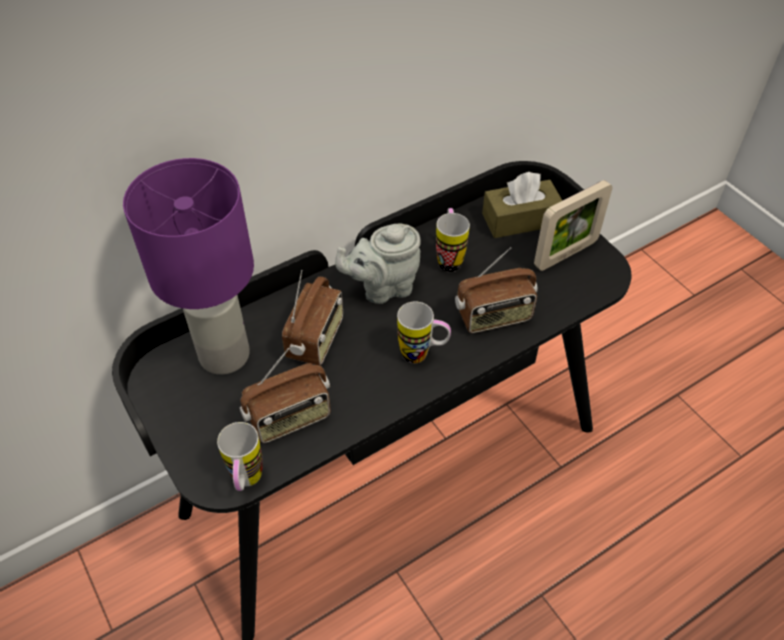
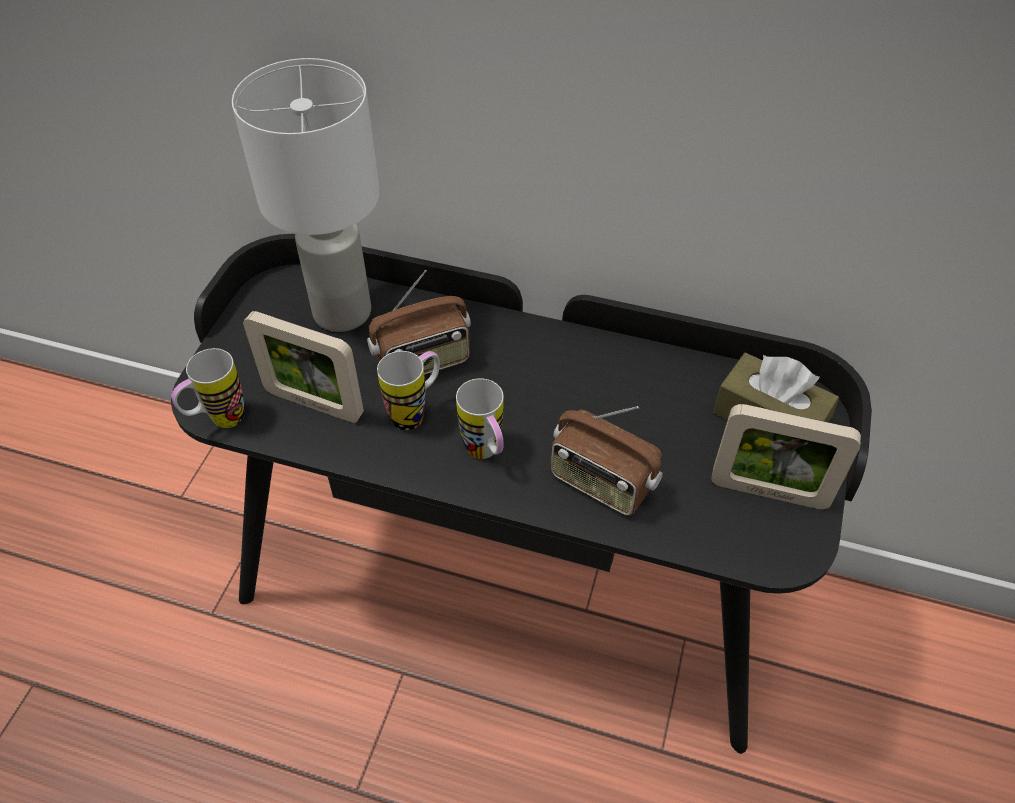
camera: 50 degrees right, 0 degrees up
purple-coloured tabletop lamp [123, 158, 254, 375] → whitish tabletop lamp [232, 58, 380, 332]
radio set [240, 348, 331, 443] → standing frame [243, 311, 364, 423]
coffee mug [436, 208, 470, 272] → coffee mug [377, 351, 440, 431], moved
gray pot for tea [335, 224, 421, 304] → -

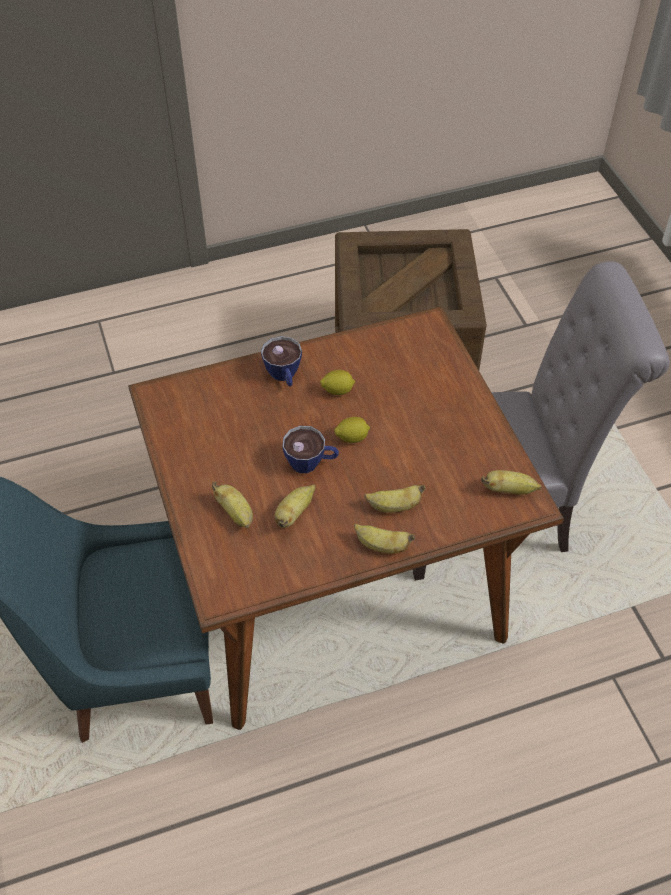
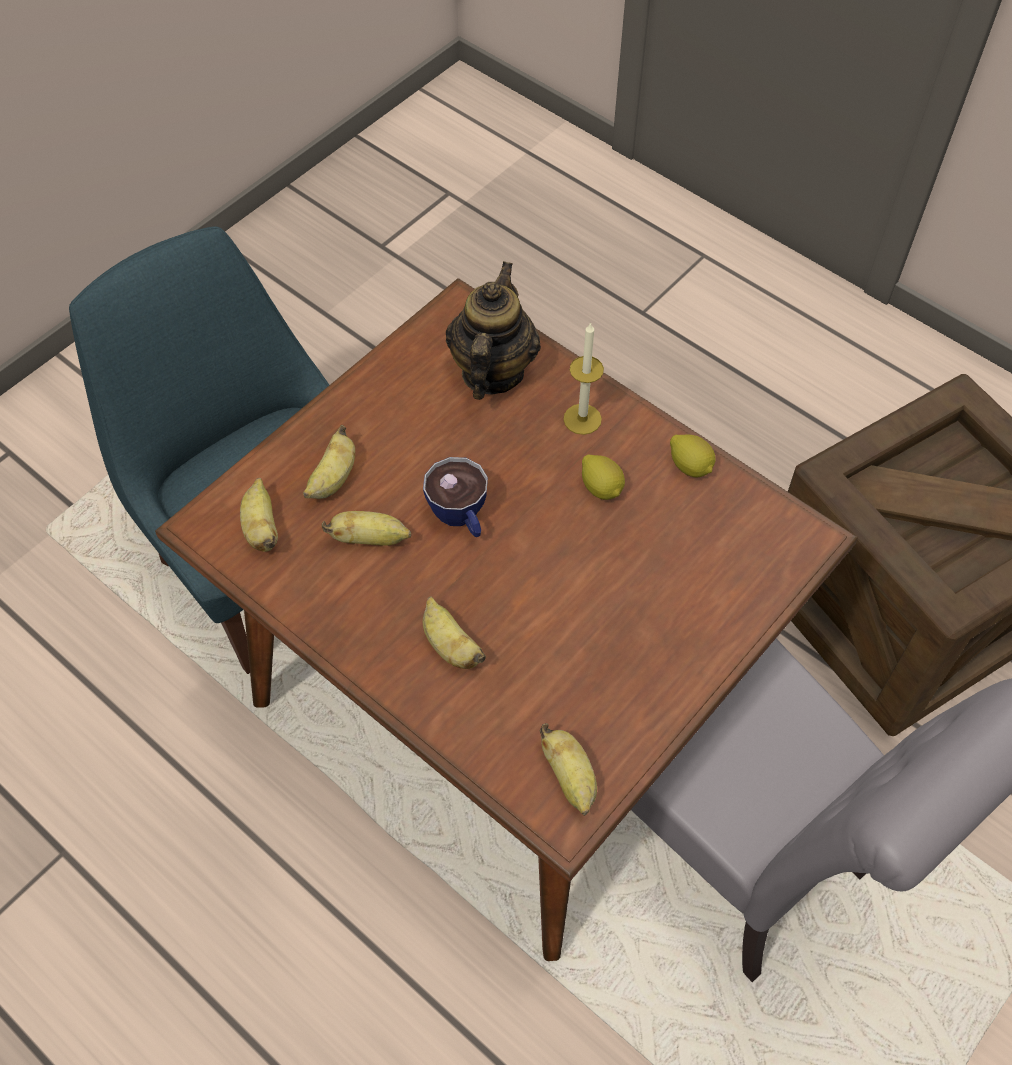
camera: 60 degrees right, 5 degrees up
whole banana [354, 524, 415, 554] → whole banana [240, 478, 278, 552], moved
- → pot for tea [446, 261, 541, 400]
drinking cup [261, 336, 302, 387] → wax light [563, 322, 604, 435]
whole lemon [334, 417, 370, 443] → whole lemon [670, 435, 716, 477], moved

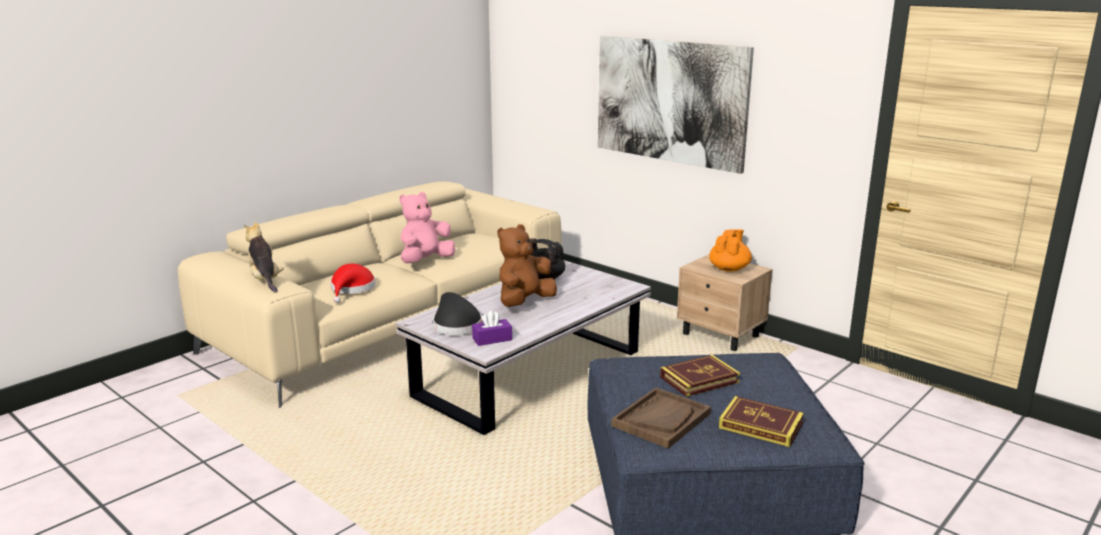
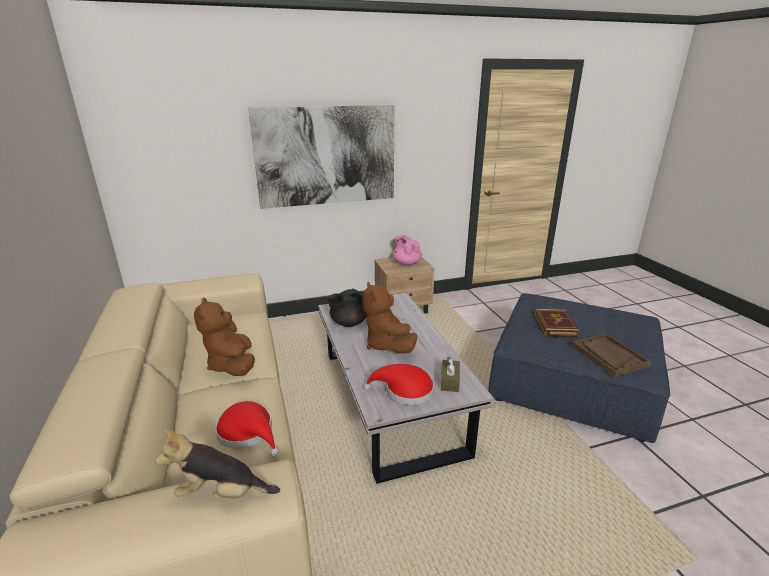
camera: 60 degrees left, 5 degrees up
pink soft toy [399, 192, 455, 263] → brownish soft toy [194, 297, 255, 376]
black wearable hat [433, 292, 482, 335] → reddish wearable hat [364, 364, 434, 405]
orangey pot for tea [709, 229, 752, 272] → pink pot for tea [393, 235, 422, 266]
purple-coloured tissue box [472, 310, 512, 346] → brownish tissue box [441, 357, 460, 392]
volume [719, 396, 804, 447] → -

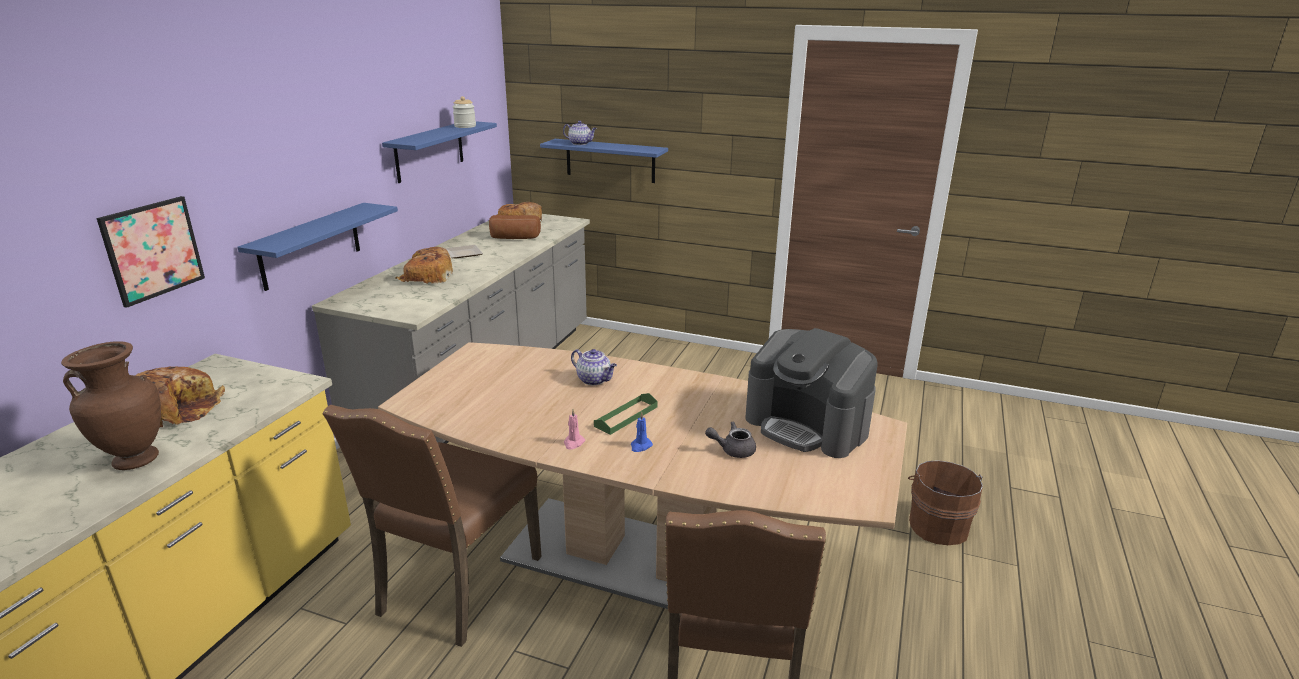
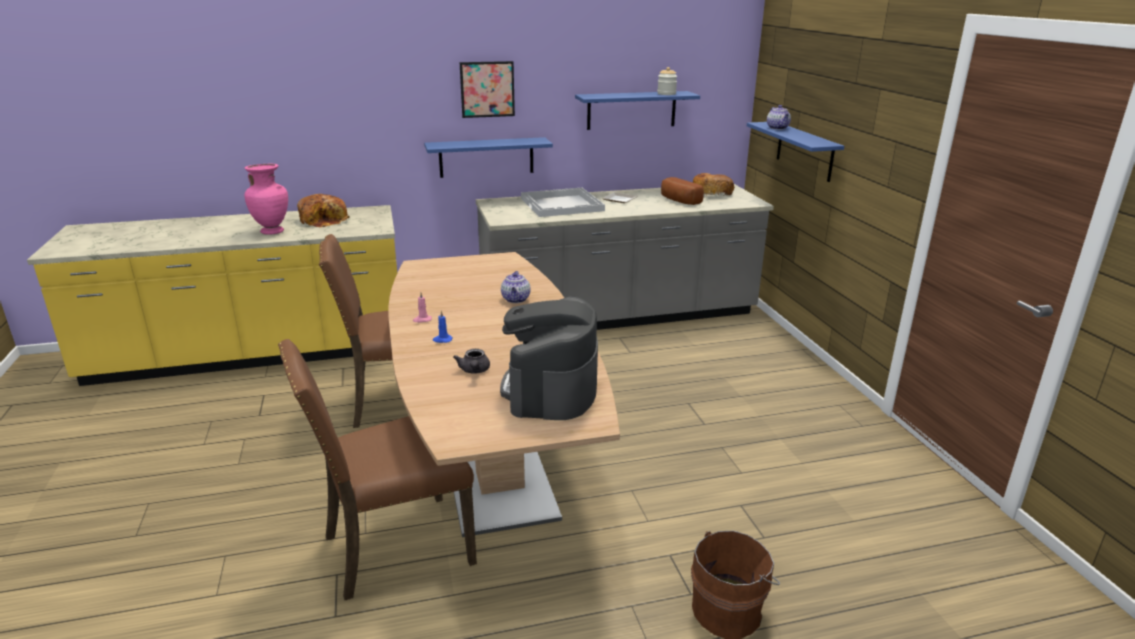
camera: 55 degrees right, 0 degrees up
brownish flower vase [61, 341, 161, 470] → pink flower vase [244, 164, 288, 235]
gray pot for tea [705, 421, 756, 458] → gray pot for tea [453, 349, 490, 373], 150 degrees counterclockwise
picture [96, 196, 205, 308] → picture [460, 61, 515, 118], moved
bakery bread [396, 247, 453, 284] → whitish serving tray [521, 188, 605, 217]
greenish serving tray [594, 393, 658, 435] → -

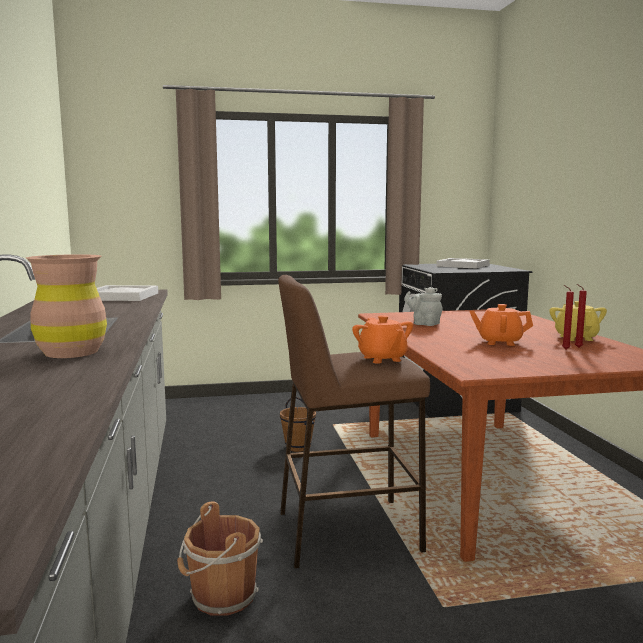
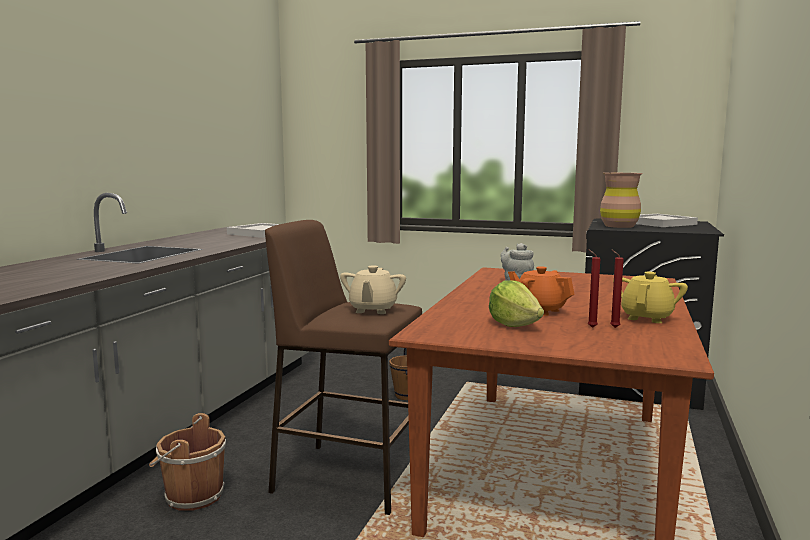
camera: 30 degrees right, 0 degrees up
orangey pot for tea [352, 315, 413, 364] → beige pot for tea [340, 265, 406, 314]
- → head of lettuce [489, 280, 544, 327]
brownish flower vase [26, 254, 107, 358] → brownish flower vase [600, 173, 643, 228], moved

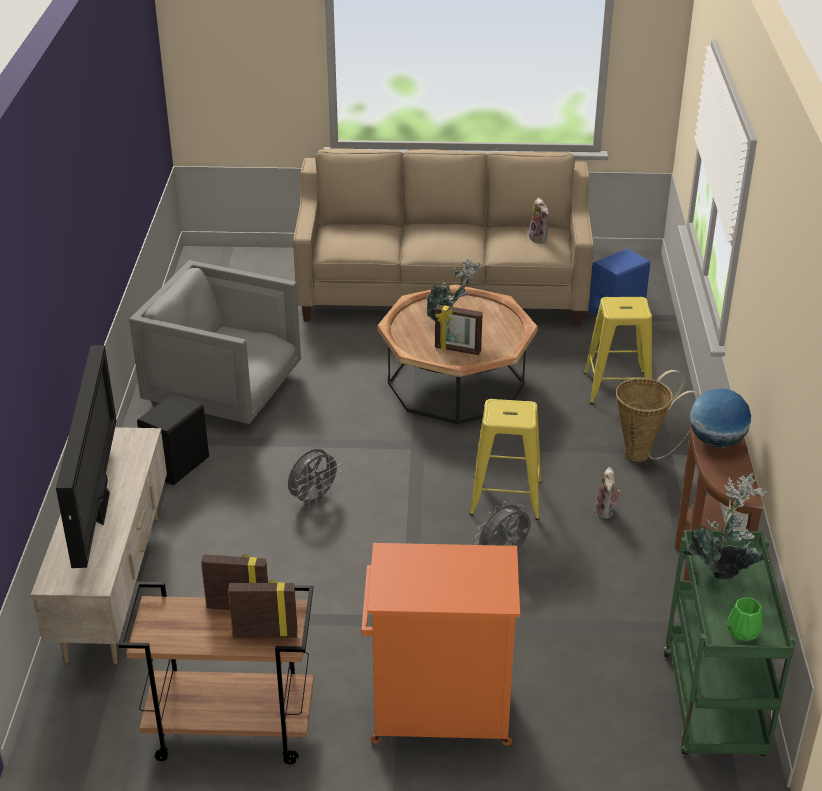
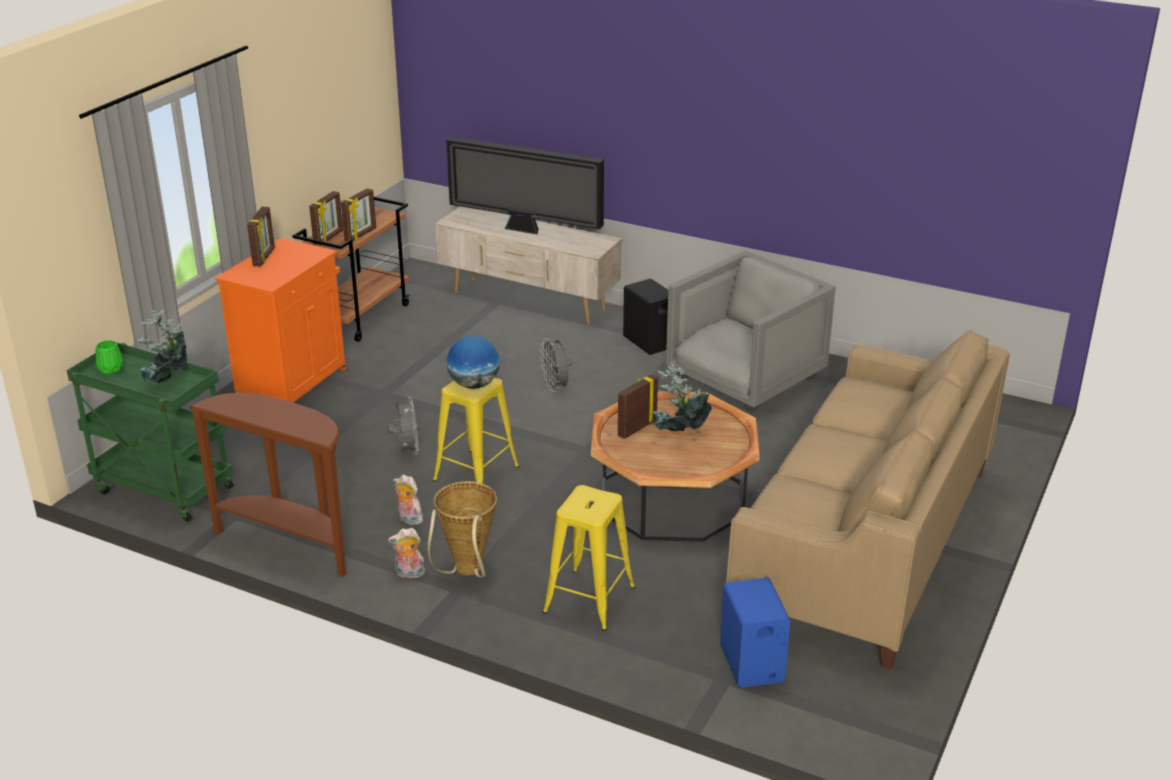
camera: 115 degrees right, 5 degrees down
- → standing frame [247, 207, 275, 267]
soft toy [527, 198, 549, 243] → soft toy [388, 528, 425, 578], moved
desk globe [690, 388, 751, 448] → desk globe [446, 336, 500, 389], moved

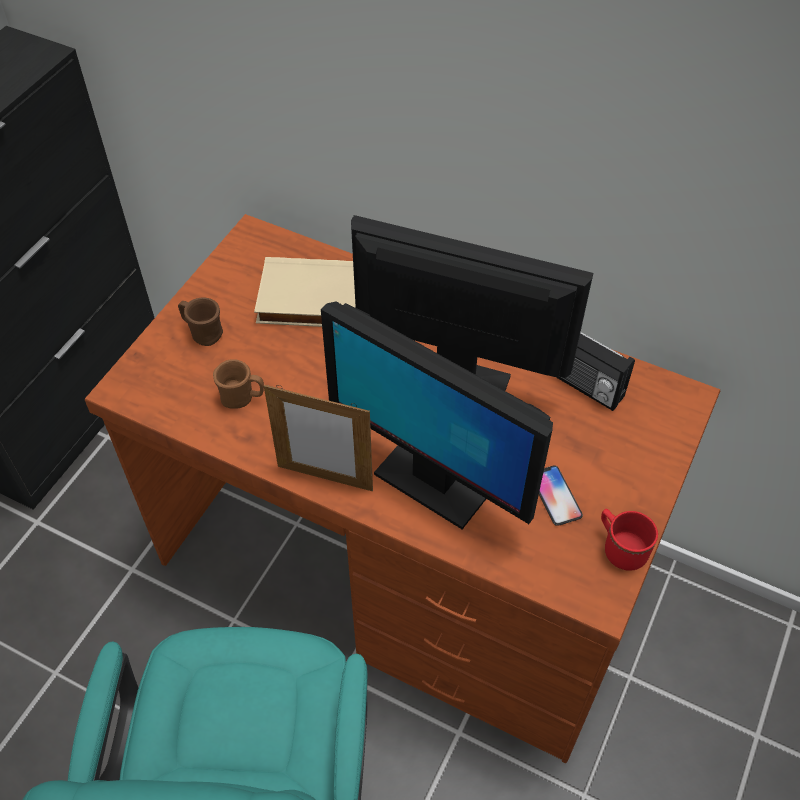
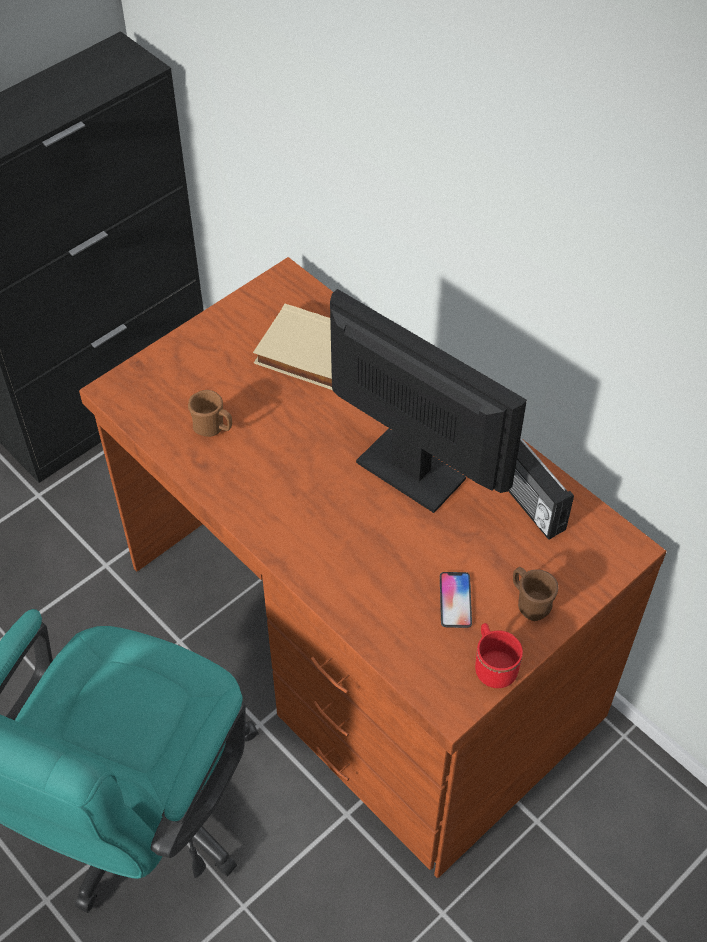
camera: 20 degrees right, 0 degrees up
brownish coffee mug [178, 297, 223, 346] → brownish coffee mug [513, 567, 559, 621], moved
standing frame [264, 385, 373, 491] → -
computer screen [321, 302, 553, 529] → -

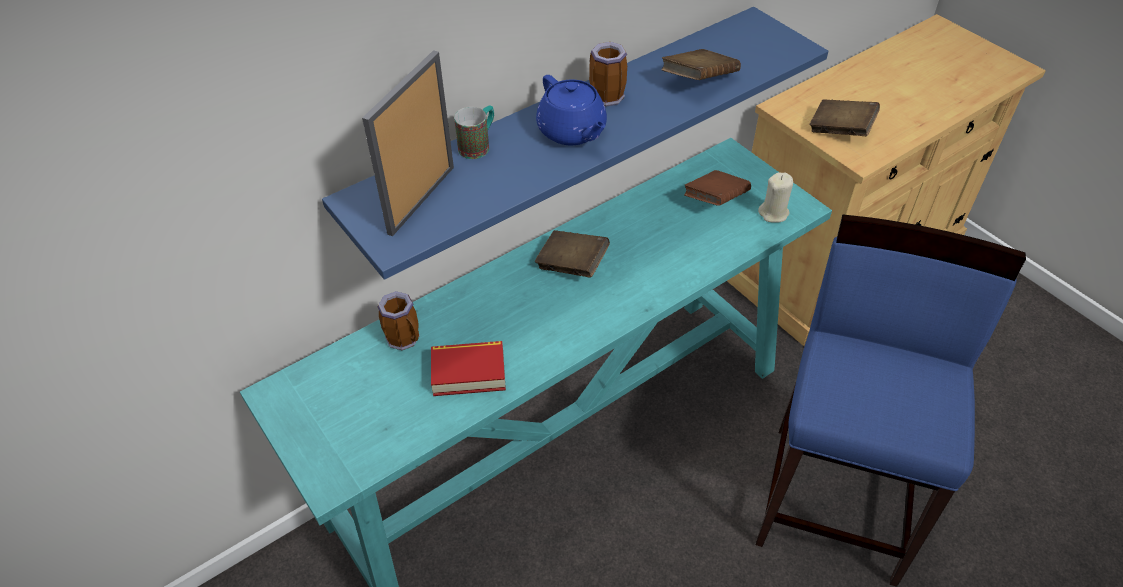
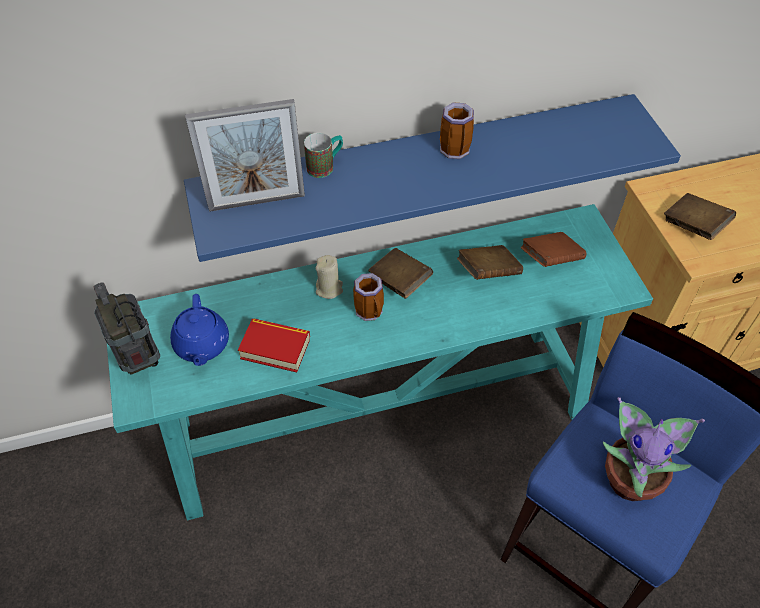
camera: 20 degrees right, 5 degrees up
- → radio set [94, 282, 160, 375]
bluish pot for tea [536, 75, 607, 145] → bluish pot for tea [170, 294, 229, 366], moved
standing frame [362, 50, 454, 236] → standing frame [185, 99, 305, 212], 150 degrees counterclockwise
beige wax light [758, 173, 793, 223] → beige wax light [316, 255, 343, 299], moved
coffee mug [377, 291, 420, 350] → coffee mug [353, 273, 384, 321], moved
brownish volume [661, 49, 741, 80] → brownish volume [457, 245, 523, 280], moved
- → plant in a pot [603, 397, 705, 501]

